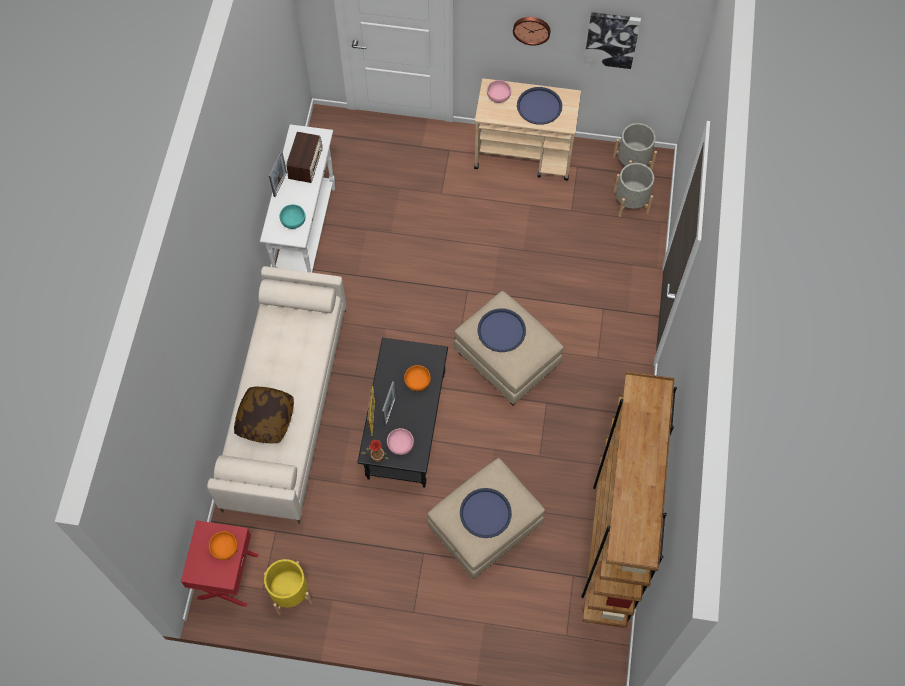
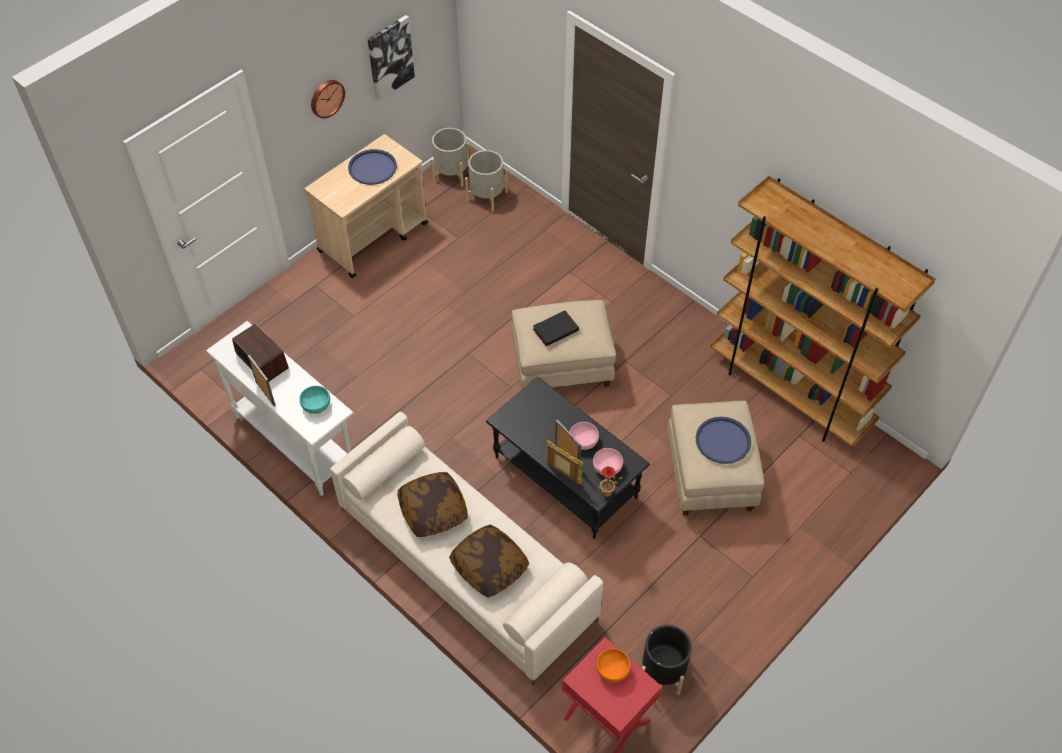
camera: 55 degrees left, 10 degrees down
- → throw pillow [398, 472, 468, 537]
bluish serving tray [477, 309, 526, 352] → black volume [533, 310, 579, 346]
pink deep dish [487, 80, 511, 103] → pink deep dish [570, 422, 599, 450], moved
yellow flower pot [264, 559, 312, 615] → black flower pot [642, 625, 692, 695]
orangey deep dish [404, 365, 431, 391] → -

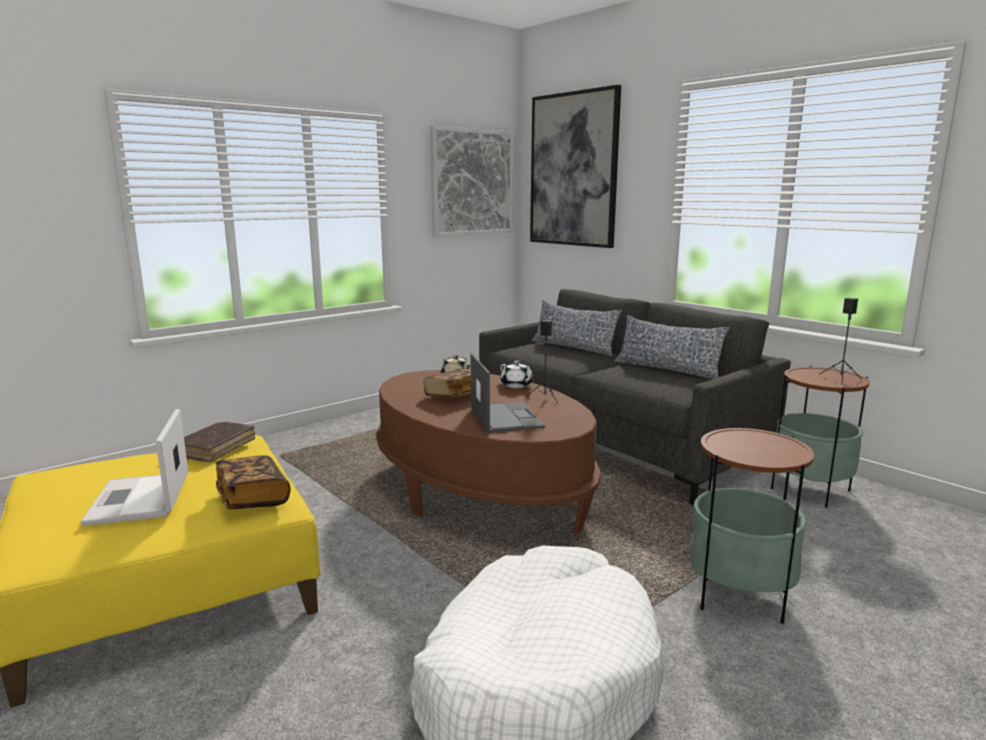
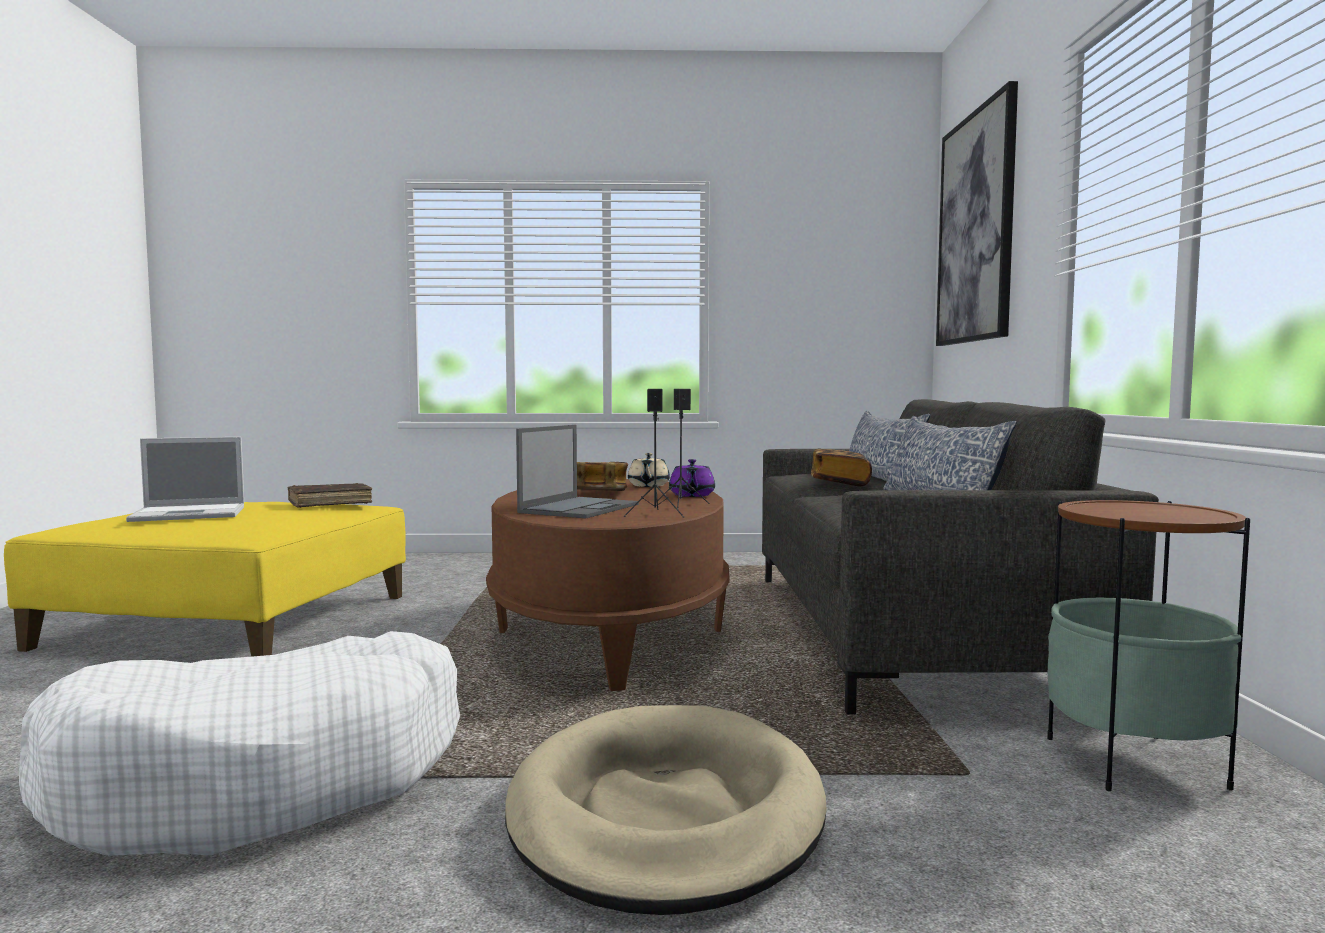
camera: 40 degrees right, 10 degrees down
portable computer [80, 409, 188, 526] → portable computer [126, 437, 244, 522], 135 degrees counterclockwise
side table [689, 428, 814, 624] → beige dog cushion [505, 705, 827, 915]
black audio speaker [819, 298, 862, 385] → black audio speaker [624, 389, 684, 517], moved
whitish pot for tea [500, 361, 535, 388] → purple-coloured pot for tea [669, 459, 715, 497]
volume [216, 455, 290, 509] → volume [811, 449, 872, 487], moved
picture [430, 126, 513, 237] → -

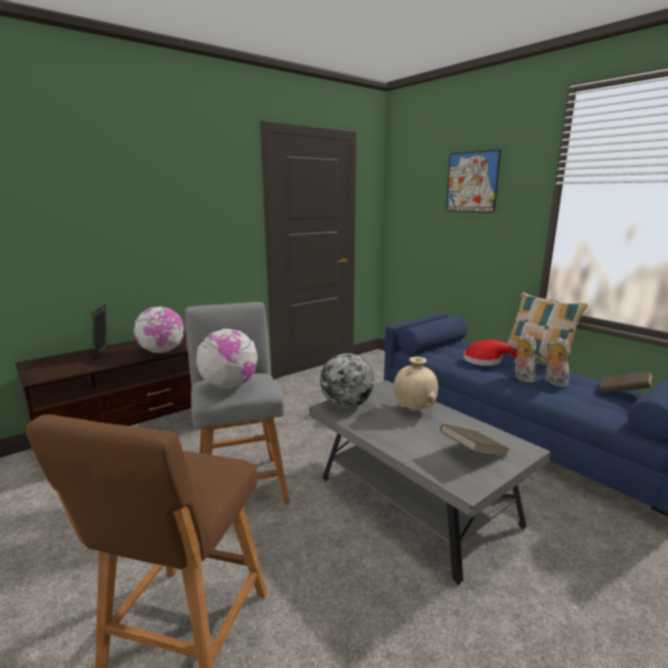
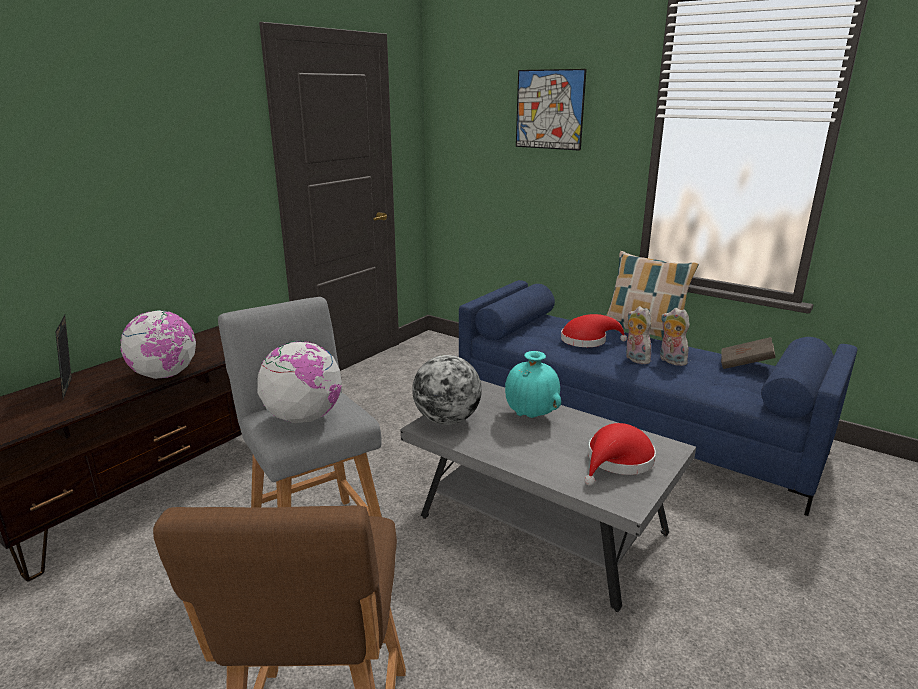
camera: 15 degrees left, 5 degrees up
beige flower vase [394, 357, 438, 411] → turquoise flower vase [505, 351, 561, 418]
brownish volume [440, 424, 510, 457] → reddish wearable hat [584, 423, 656, 486]

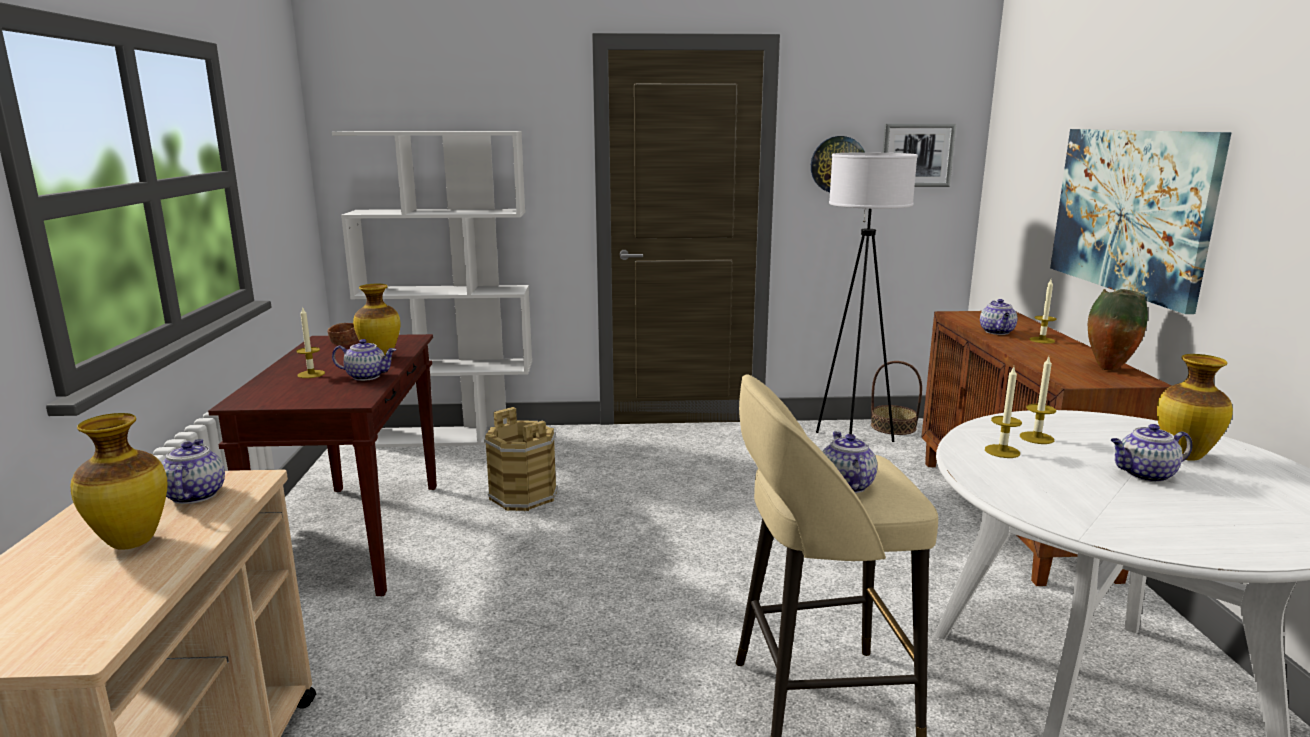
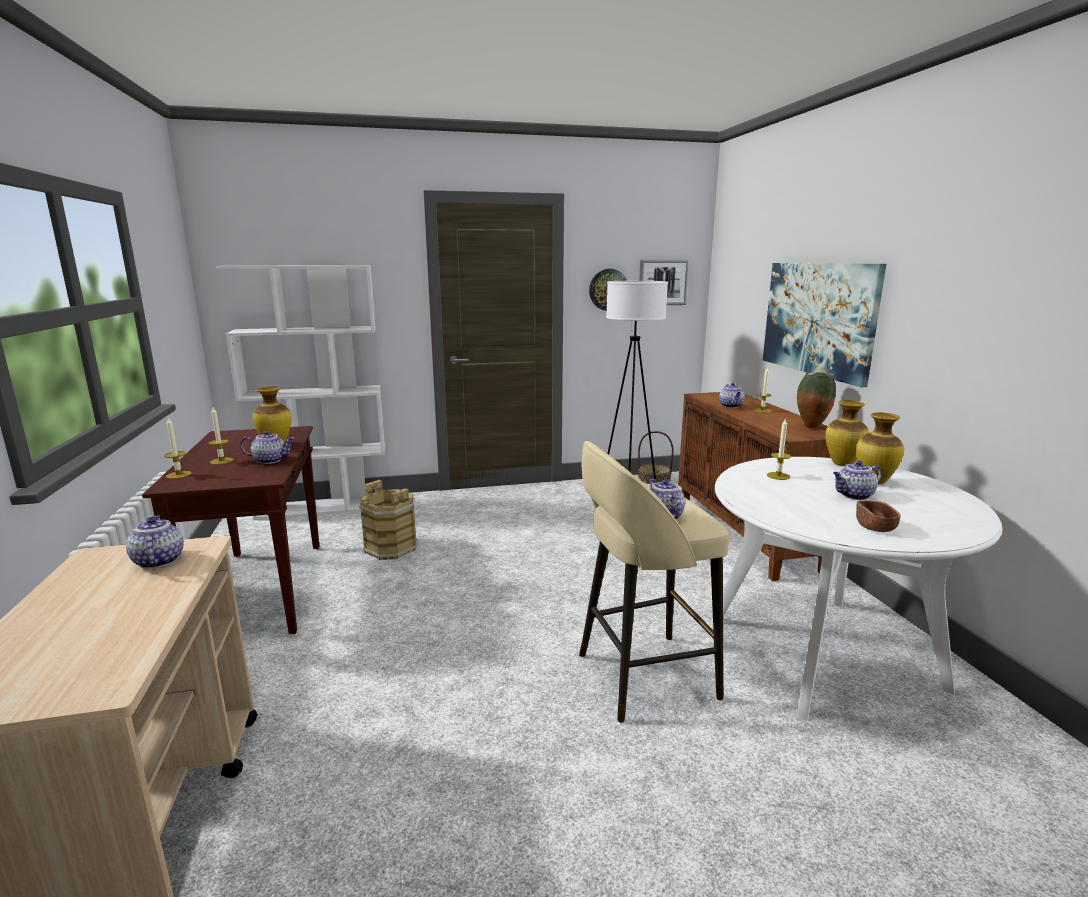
camera: 10 degrees left, 0 degrees up
wax light [985, 367, 1022, 458] → wax light [164, 417, 192, 479], moved
flower vase [70, 413, 168, 550] → flower vase [825, 400, 869, 466], moved
brownish deep dish [327, 323, 359, 345] → brownish deep dish [856, 500, 901, 532], moved

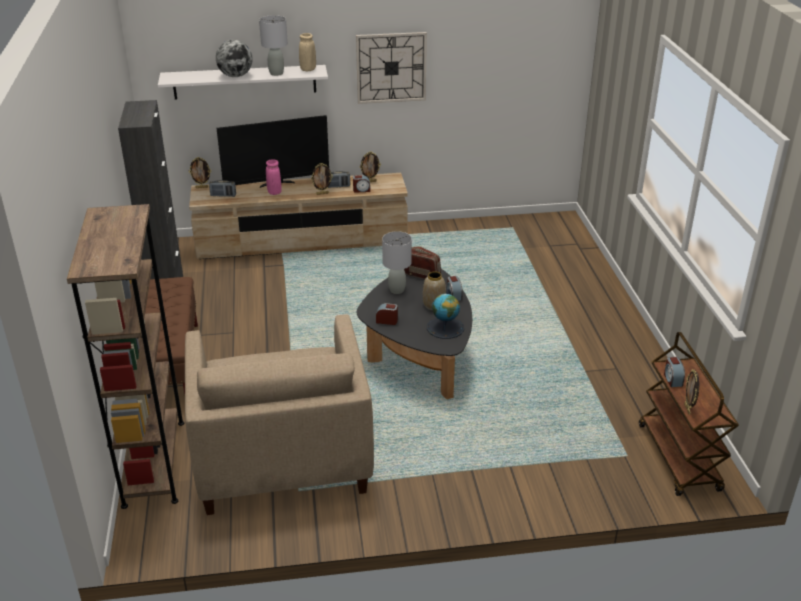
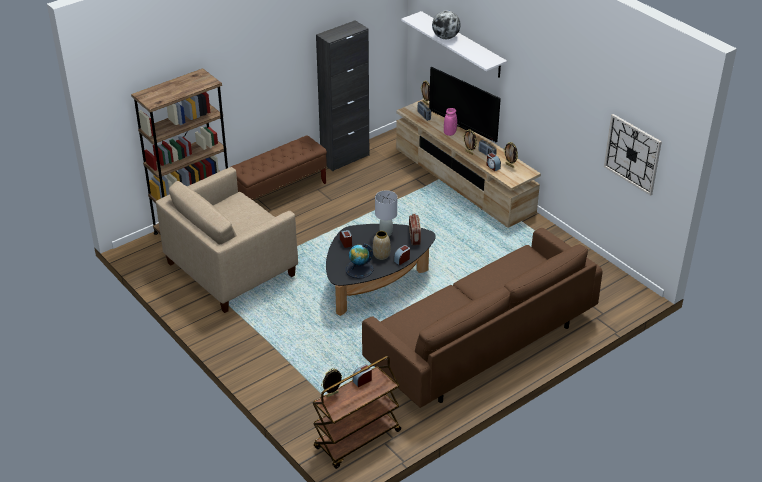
camera: 60 degrees right, 5 degrees up
- → brownish settee [362, 228, 602, 408]
clock on the wall [356, 32, 427, 104] → clock on the wall [604, 114, 662, 196], moved
gray tabletop lamp [259, 15, 288, 76] → -
beige flower vase [299, 33, 316, 71] → -

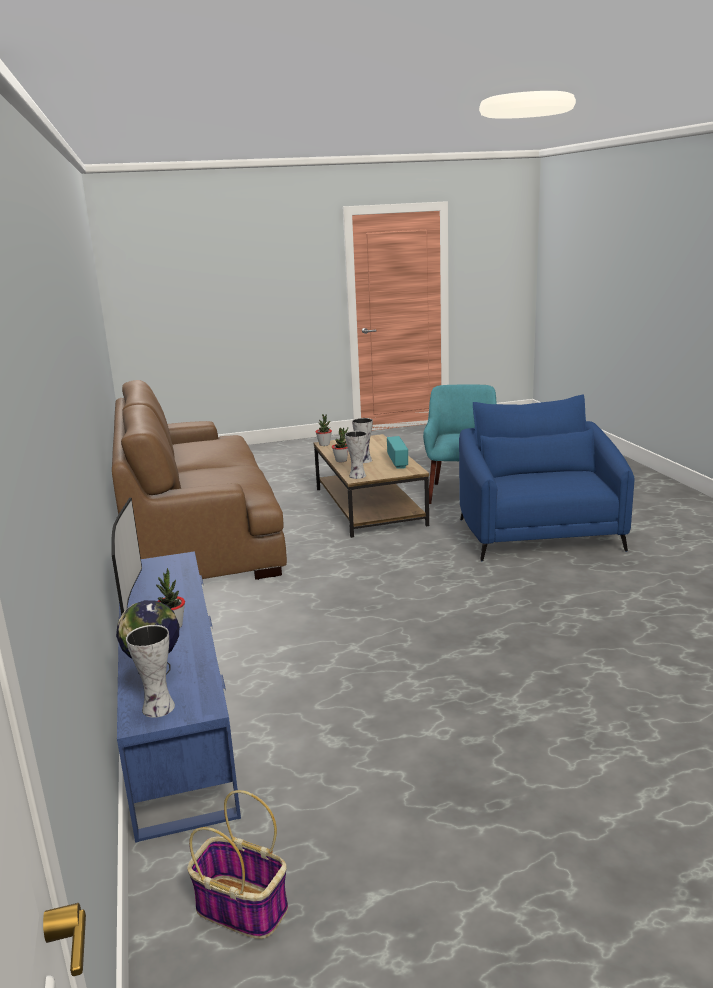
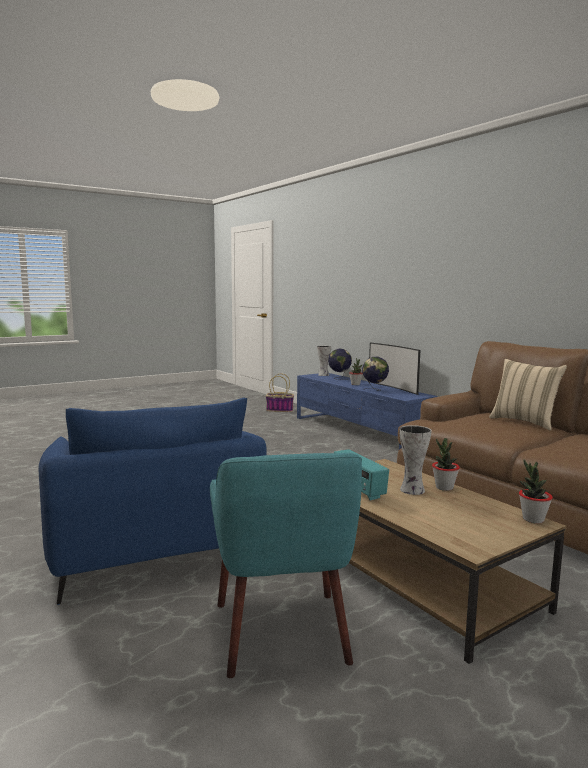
camera: 160 degrees right, 10 degrees down
- → desk globe [362, 357, 389, 391]
- → beige throw pillow [489, 359, 567, 430]
flower vase [345, 431, 367, 479] → -

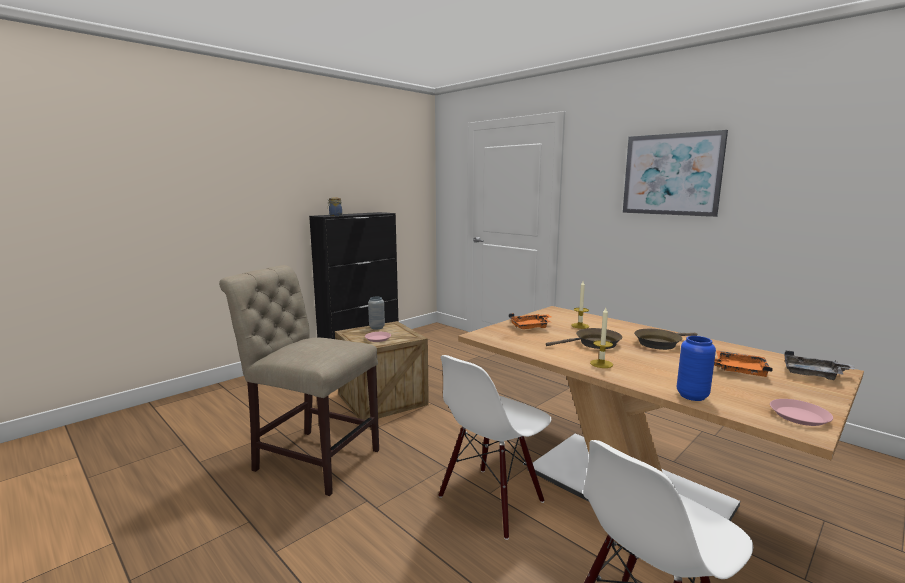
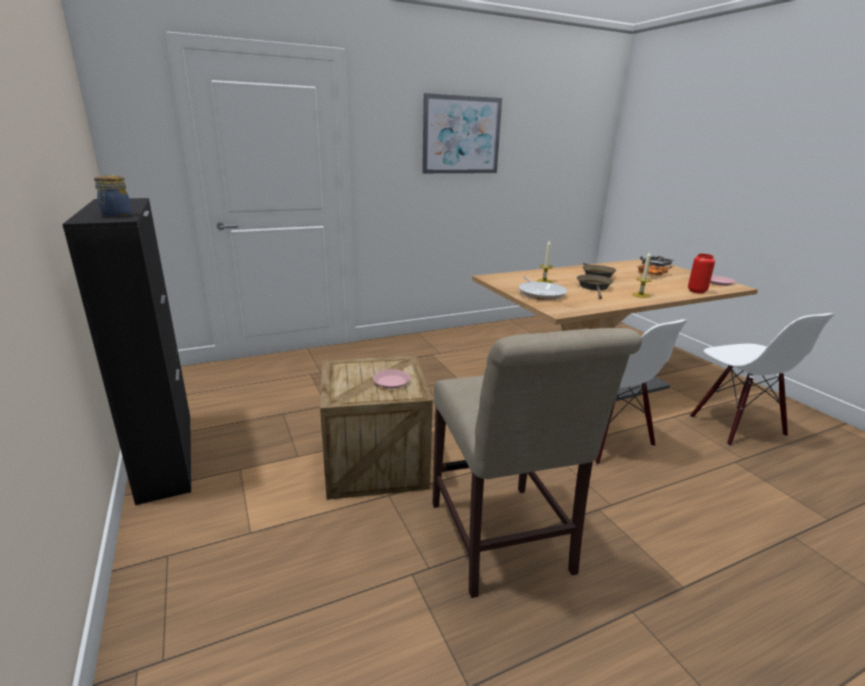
camera: 70 degrees left, 10 degrees up
beige chair [219, 265, 379, 496] → beige chair [432, 328, 642, 598], 60 degrees counterclockwise
orangey serving tray [509, 313, 551, 329] → skillet [519, 276, 567, 300]
bluish flower vase [677, 336, 716, 401] → reddish flower vase [688, 254, 715, 293]
gray flower vase [368, 297, 385, 330] → -

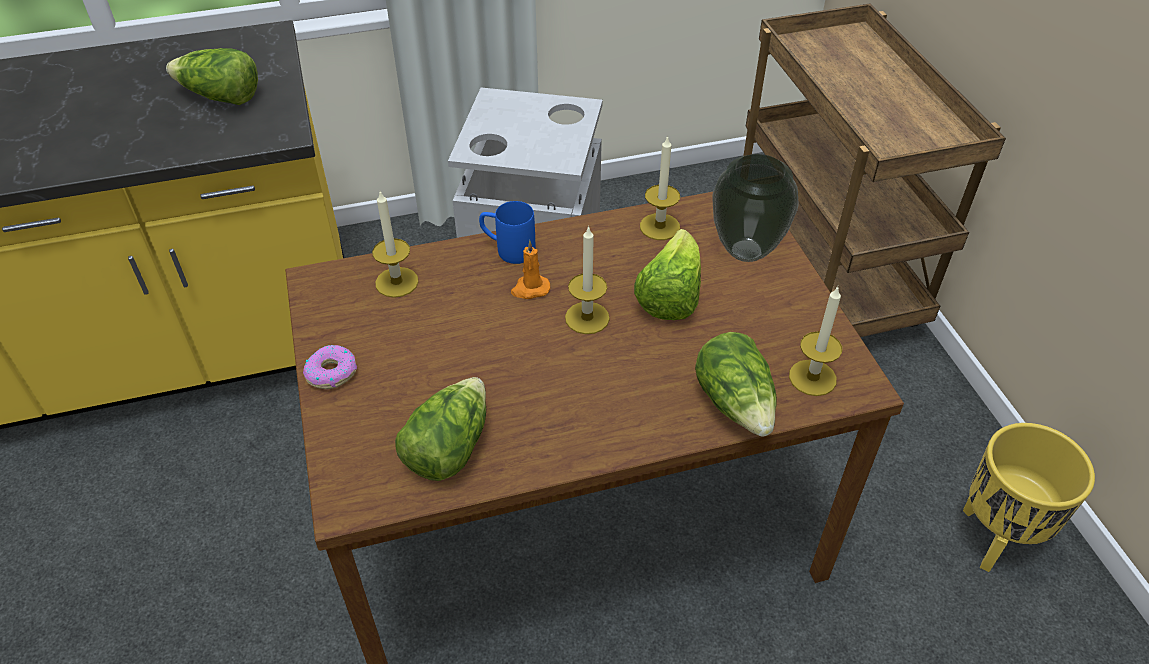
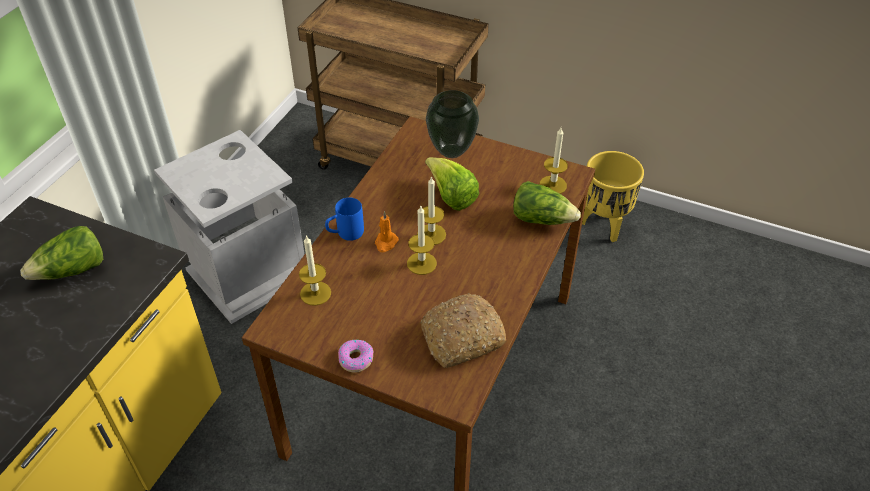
camera: 50 degrees left, 0 degrees up
wax light [640, 136, 680, 240] → wax light [407, 206, 437, 275], moved
head of lettuce [395, 377, 486, 481] → bakery bread [420, 293, 506, 368]

